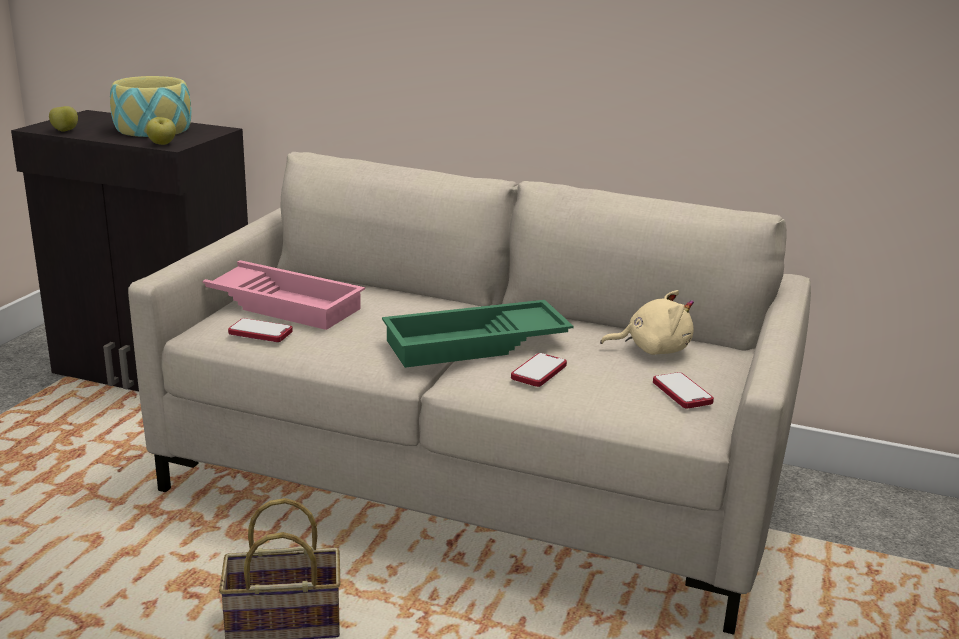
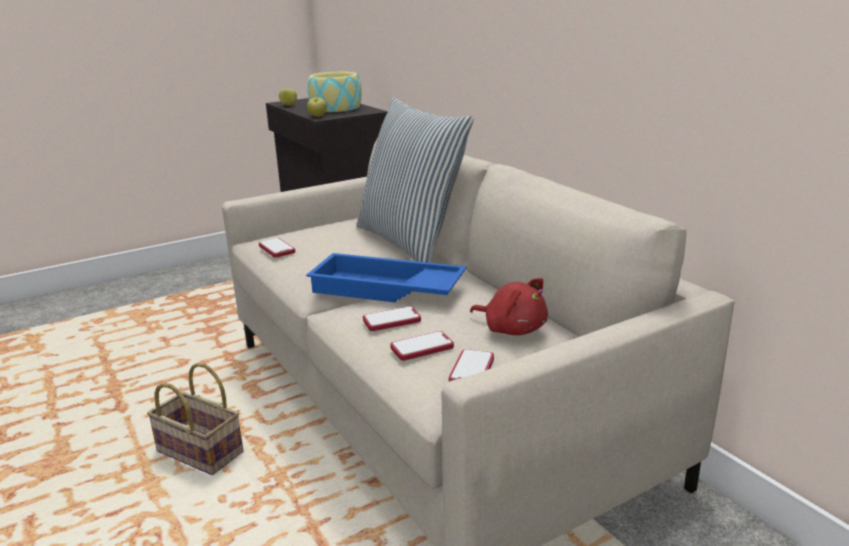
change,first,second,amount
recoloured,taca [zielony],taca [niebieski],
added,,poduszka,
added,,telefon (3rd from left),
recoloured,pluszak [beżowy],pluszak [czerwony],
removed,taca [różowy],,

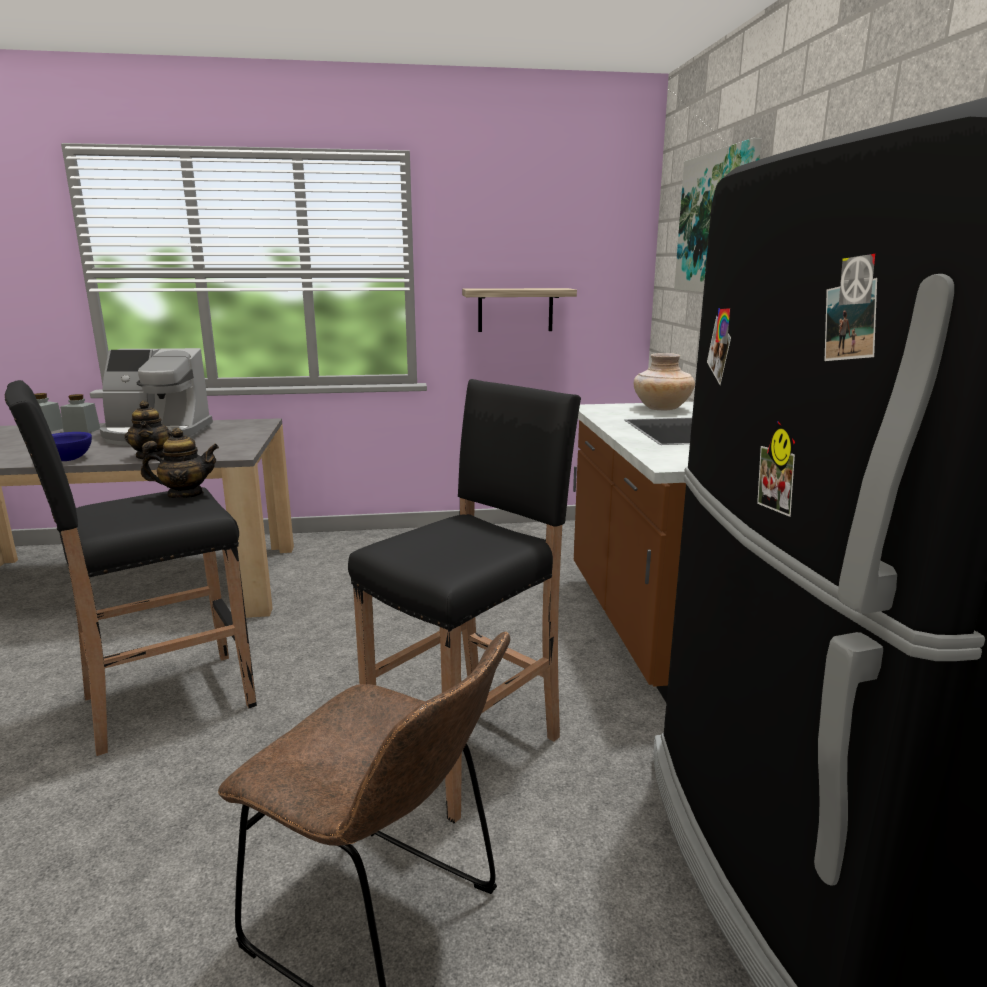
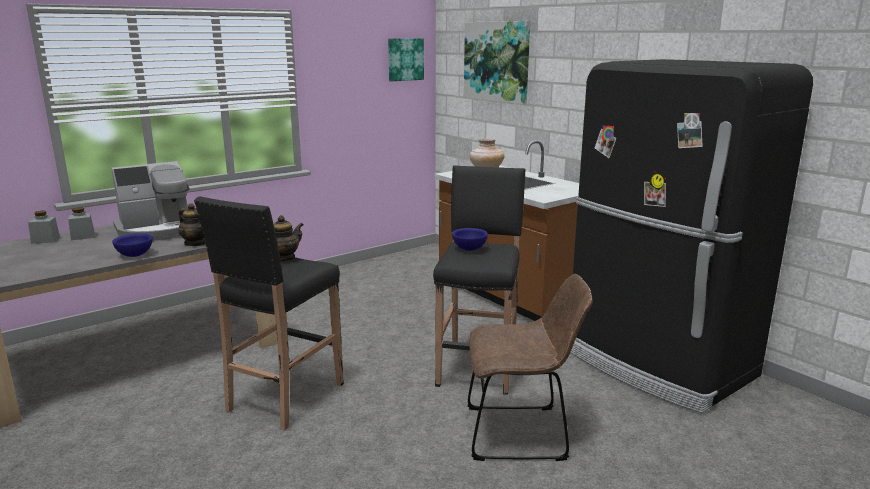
change,first,second,amount
added,,obraz (1st from left),
added,,miska [niebieski] (2nd from left),
removed,półka,,

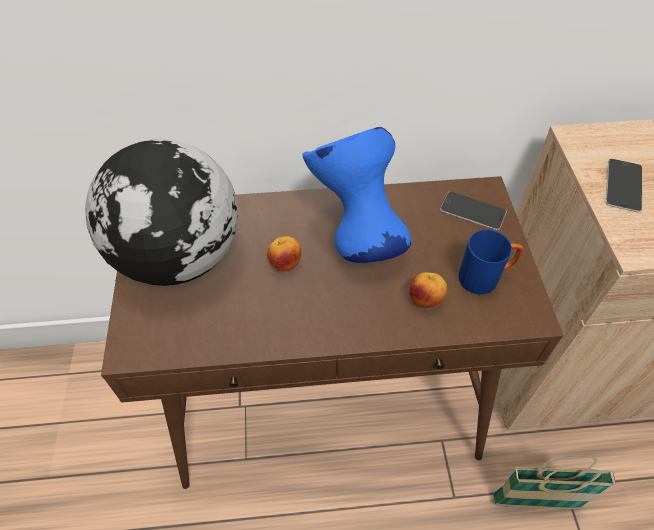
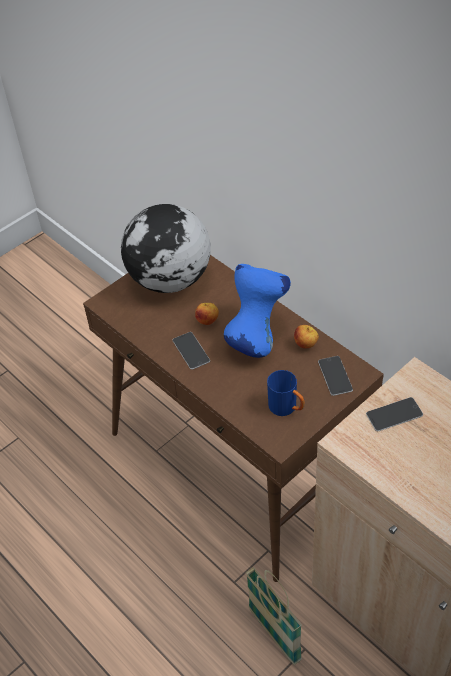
change,first,second,amount
added,,telefon (1st from left),
moved,jabłko (2nd from left),,

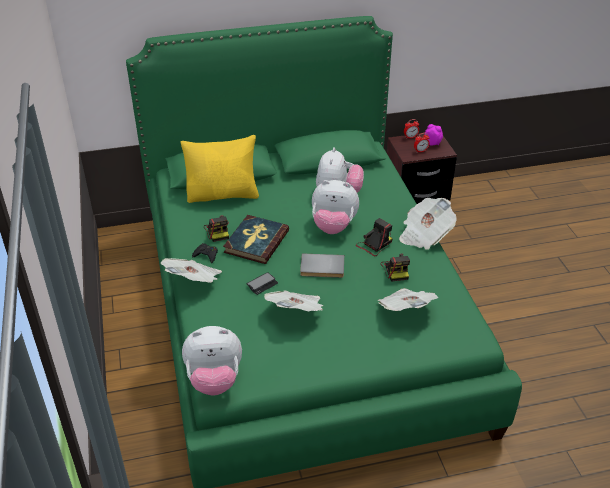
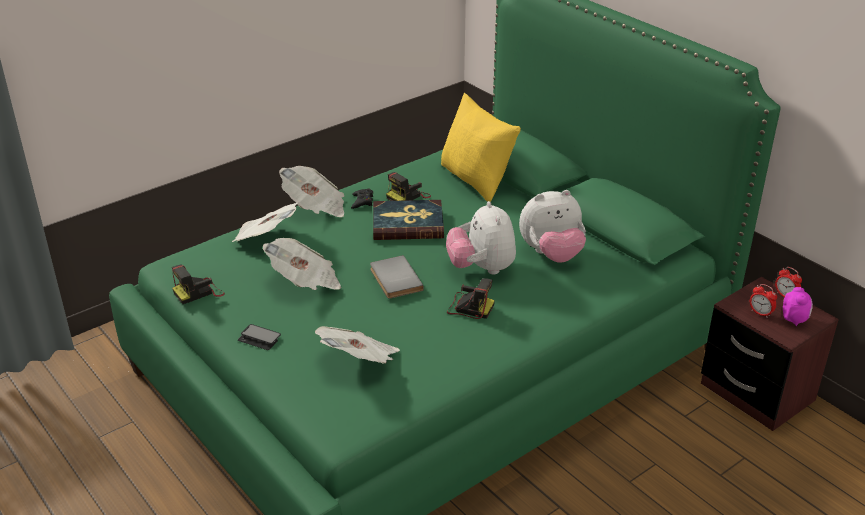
change,first,second,amount
moved,aparat fotograficzny (3rd from left in the first image),aparat fotograficzny (1st from left),
moved,gazeta (4th from left in the first image),gazeta (1st from left),
moved,telefon,,
removed,pluszak (1st from left),,

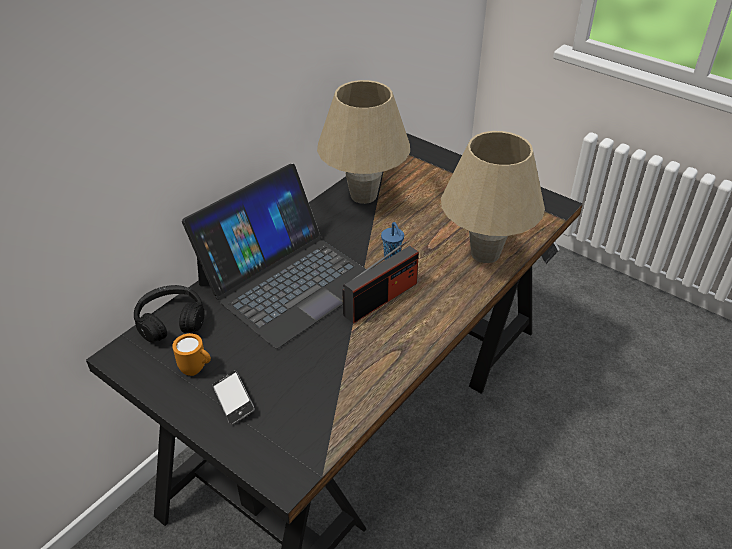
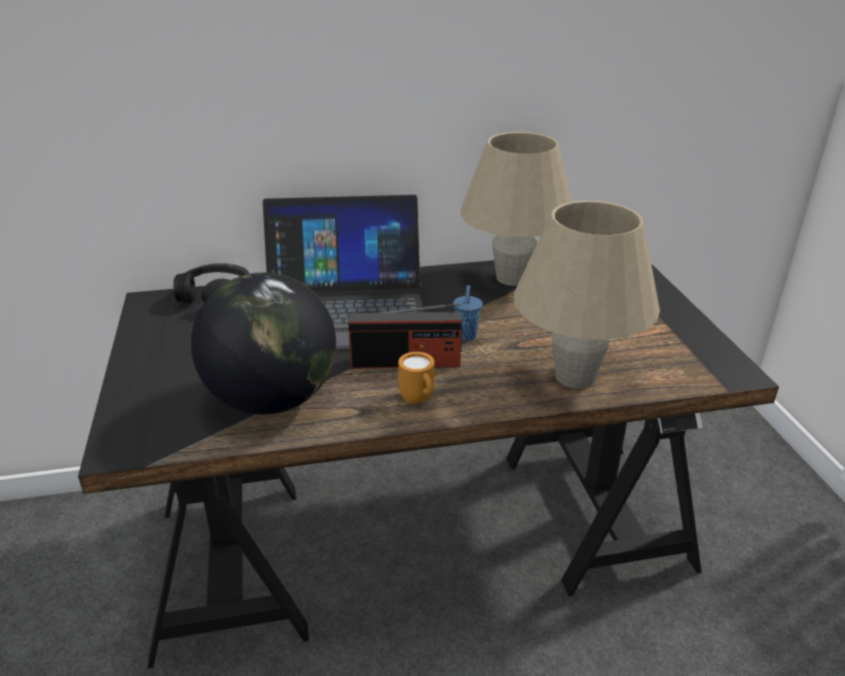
change,first,second,amount
added,,globus,
moved,kubek [pomarańczowy],,
removed,telefon,,

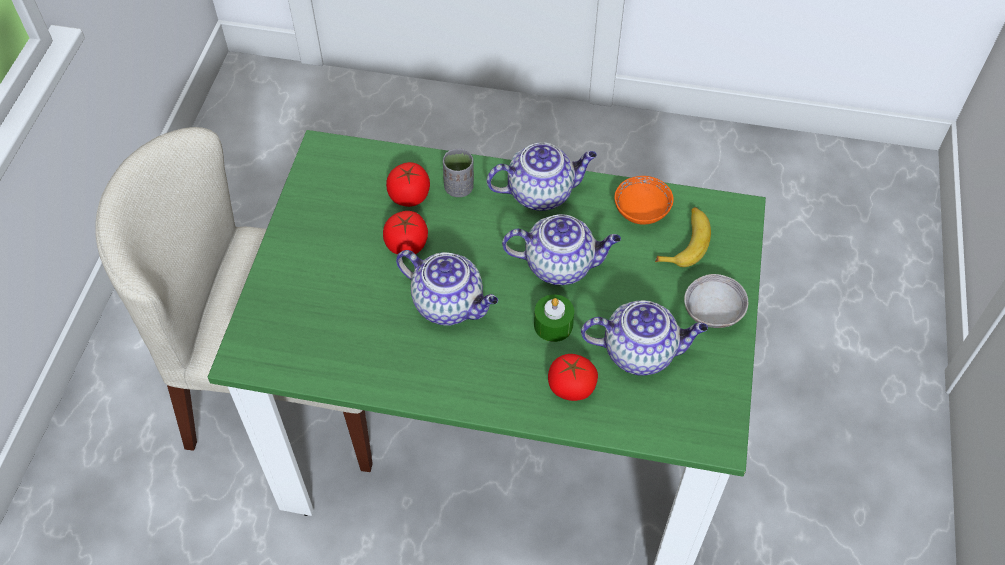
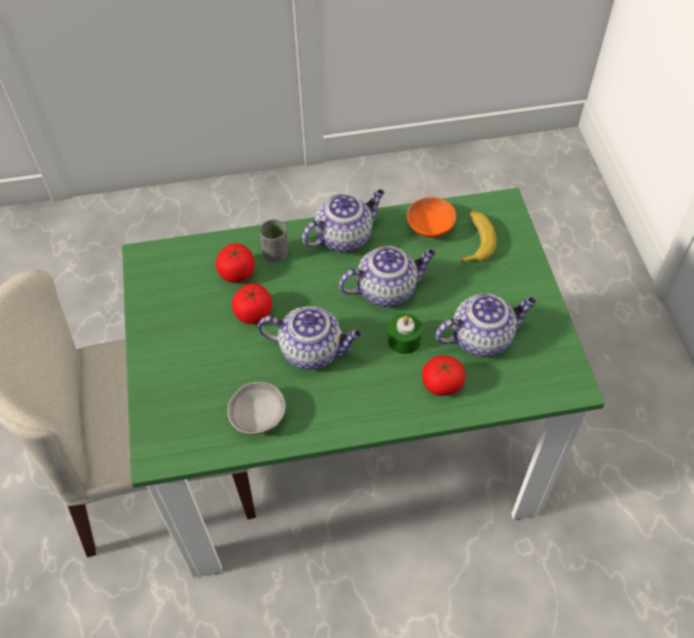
change,first,second,amount
moved,miska [szary],,

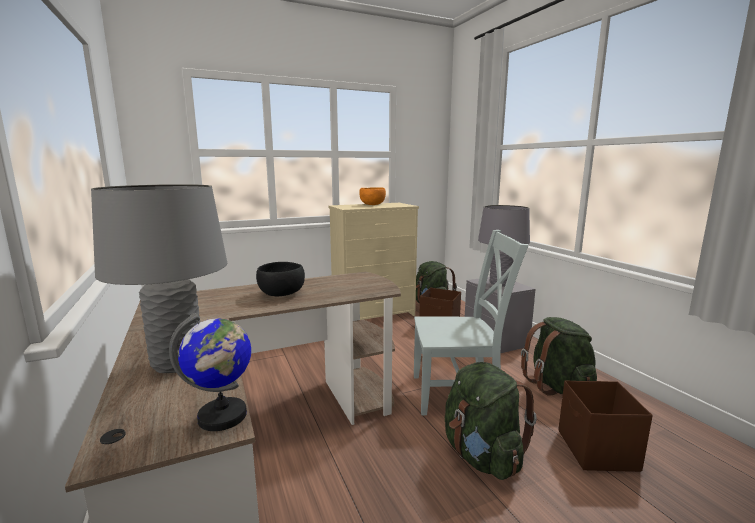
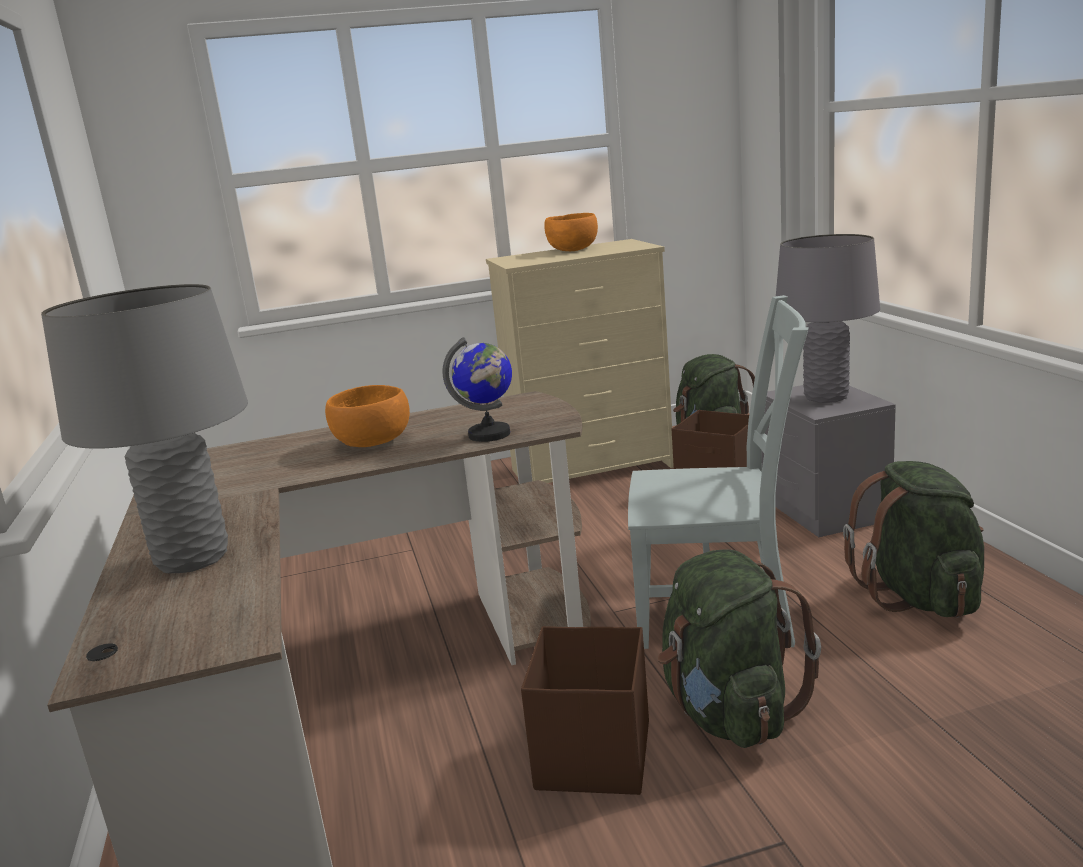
change,first,second,amount
recoloured,miska [czarny],miska [pomarańczowy] (1st from left),
moved,globus,,
moved,pojemnik do przechowywania [brązowy] (2nd from left in the first image),pojemnik do przechowywania [brązowy] (1st from left),

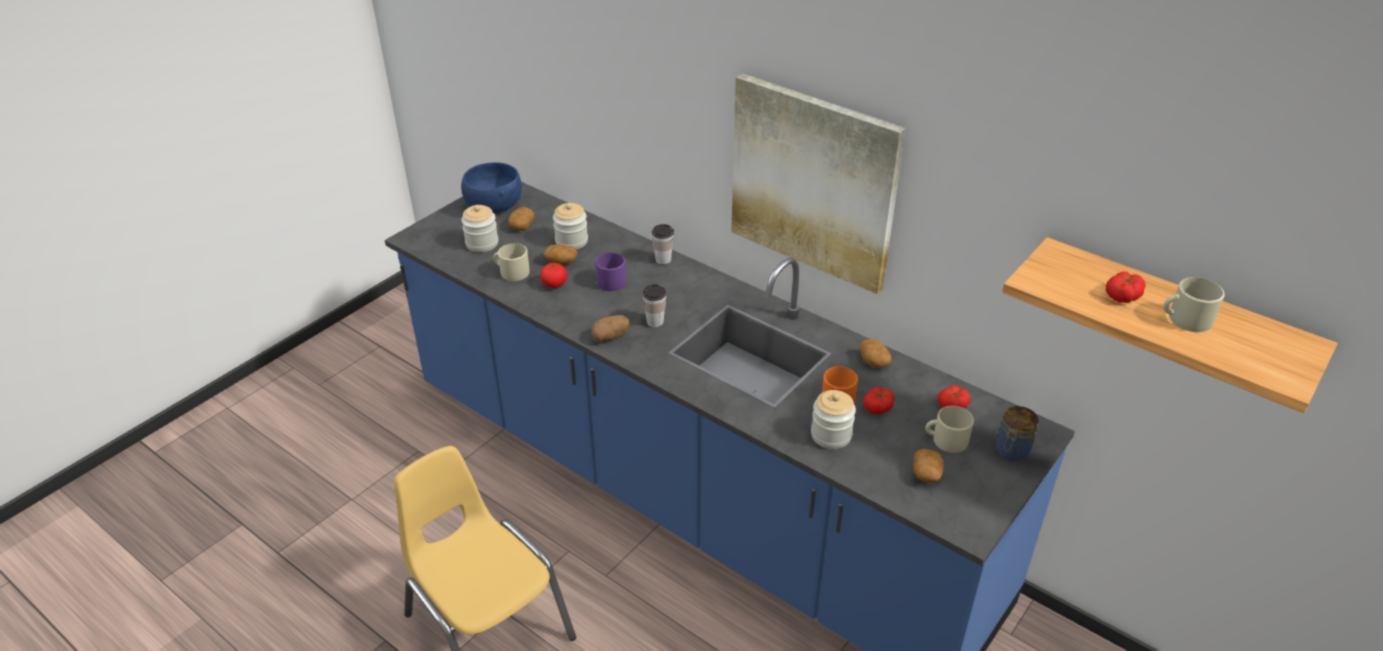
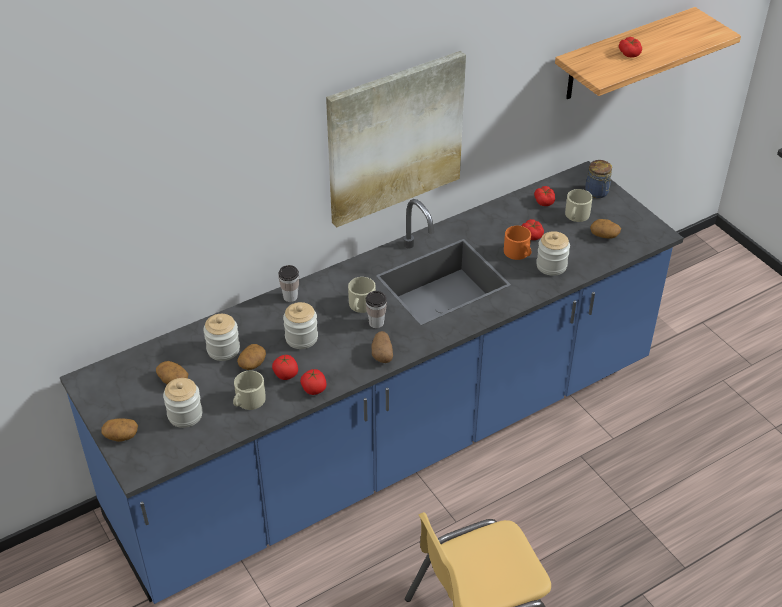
change,first,second,amount
moved,ziemniak (4th from left in the first image),ziemniak (1st from left),
replaced,kubek [fioletowy],słoik (3rd from left),
added,,pomidor (2nd from left),
moved,kubek [beżowy] (3rd from left in the first image),kubek [beżowy] (2nd from left),
removed,miska [niebieski],,

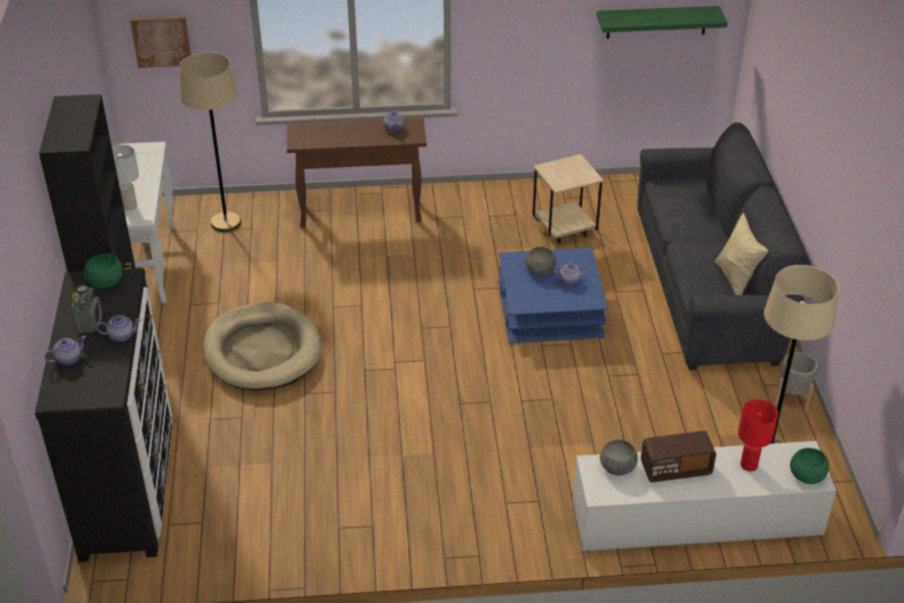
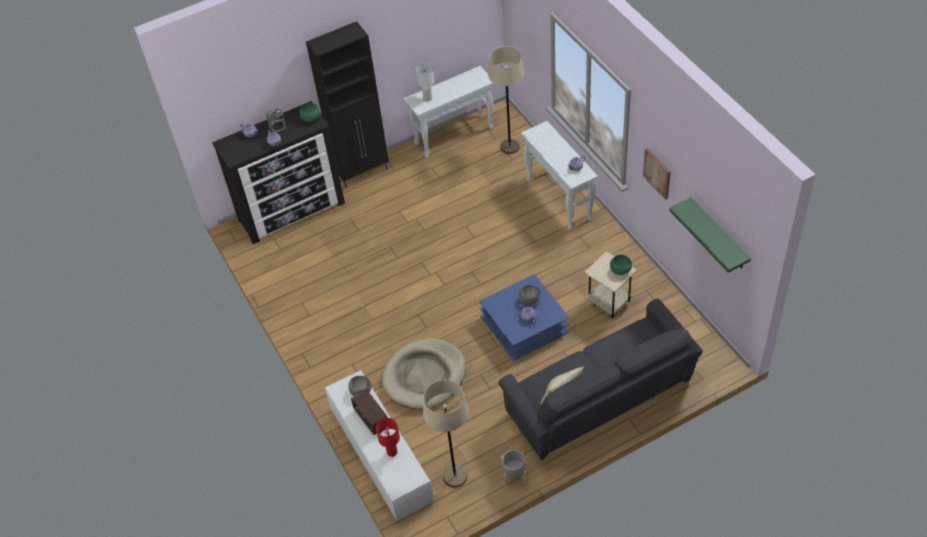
change,first,second,amount
moved,legowisko [beżowy],,
recoloured,stolik konsolowy [brązowy],stolik konsolowy [biały] (2nd from left),
moved,miska [zielony] (2nd from left),,
moved,obraz,,

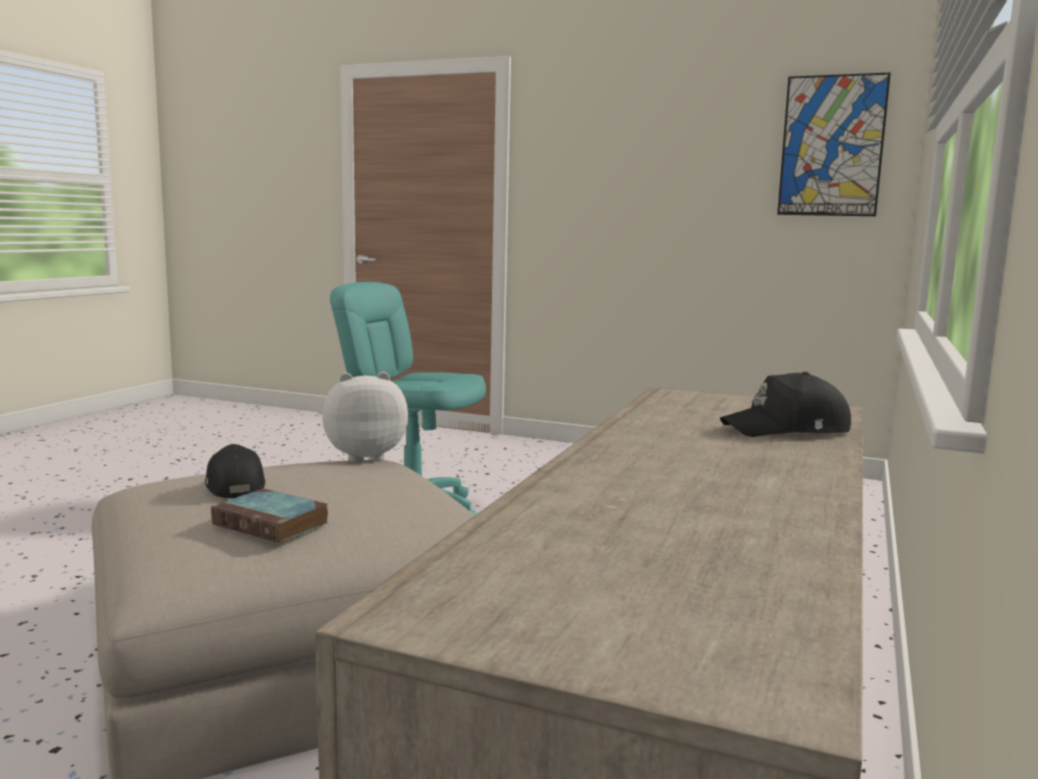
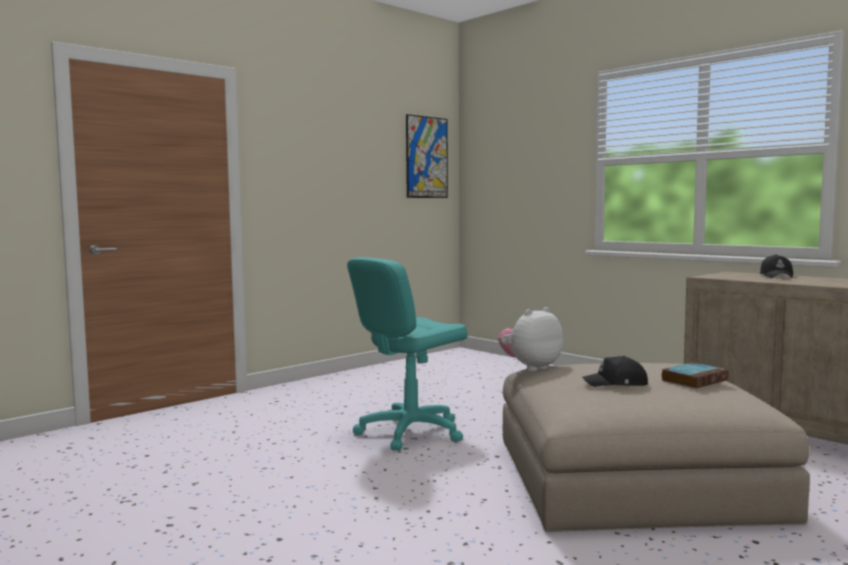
change,first,second,amount
turned,pluszak,,45 degrees clockwise

